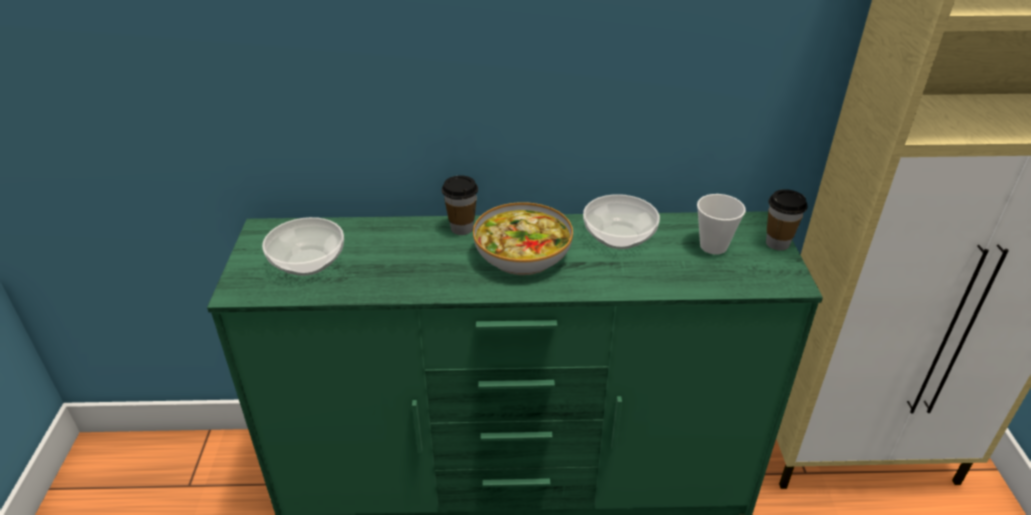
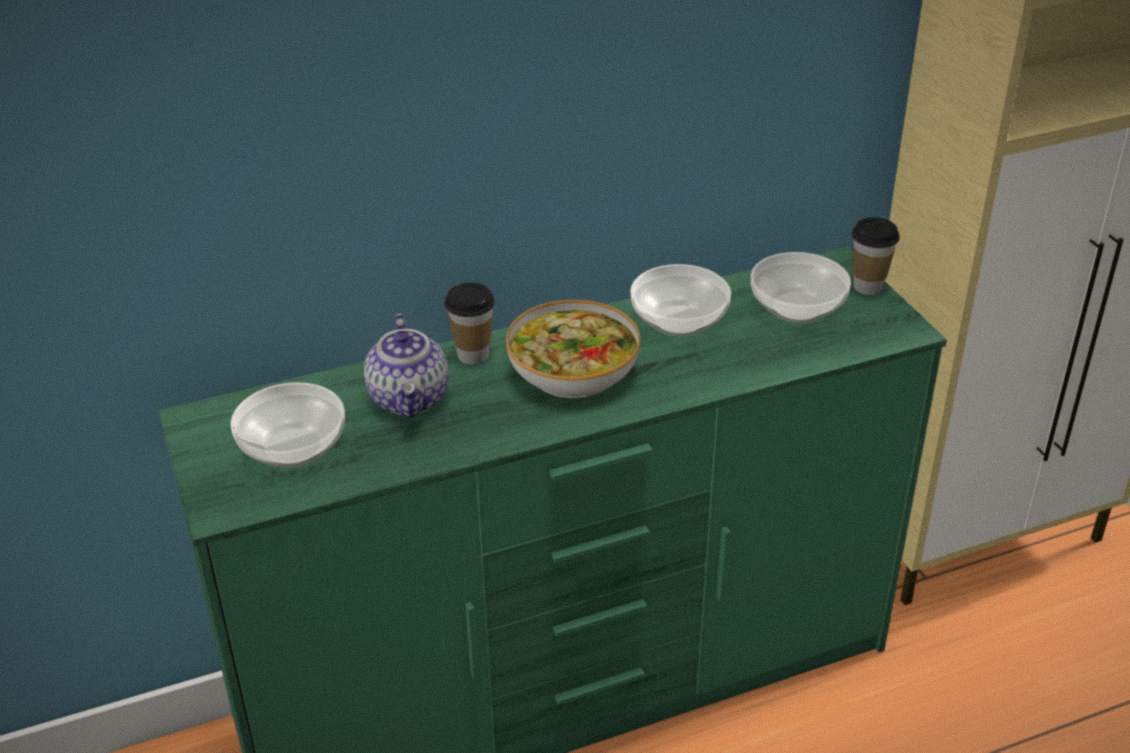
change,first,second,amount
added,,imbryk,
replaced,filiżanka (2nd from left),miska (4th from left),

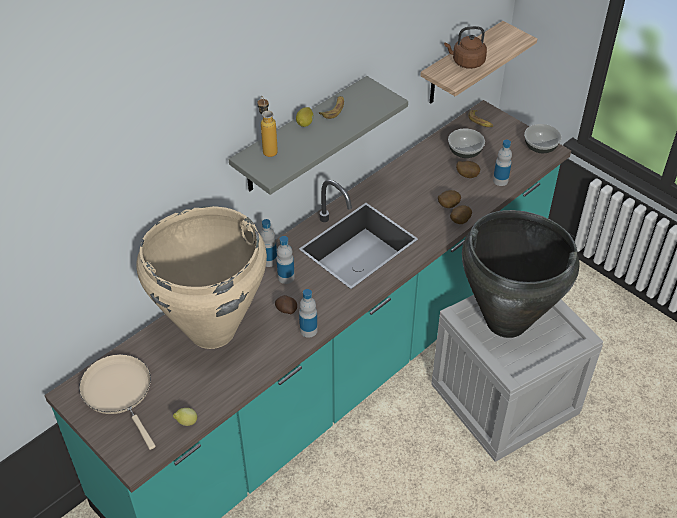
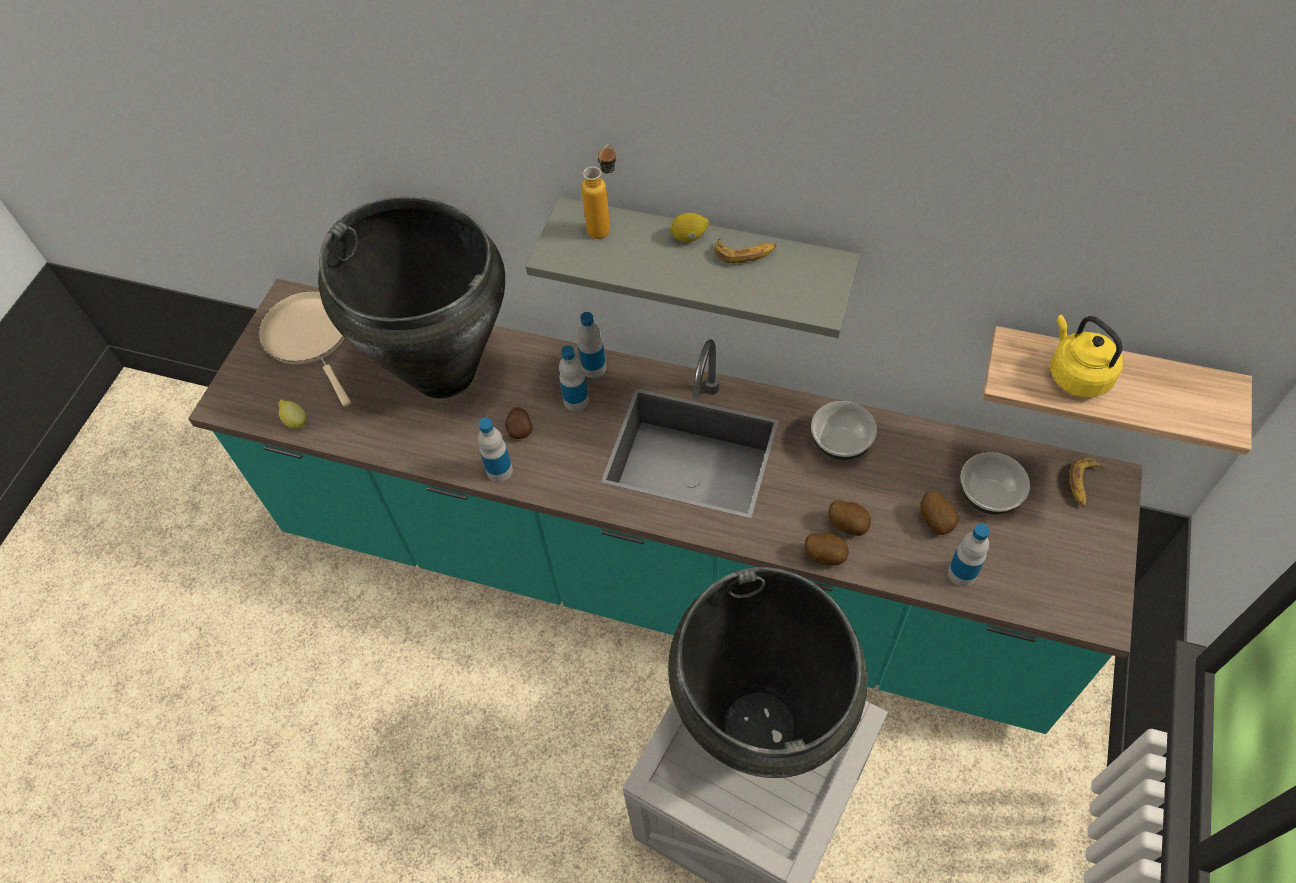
change,first,second,amount
turned,patelnia [beżowy],,60 degrees counterclockwise
recoloured,wazon [beżowy],wazon [czarny] (1st from left),
moved,miska (2nd from left in the first image),miska (1st from left),
recoloured,czajnik [brązowy],czajnik [żółty],

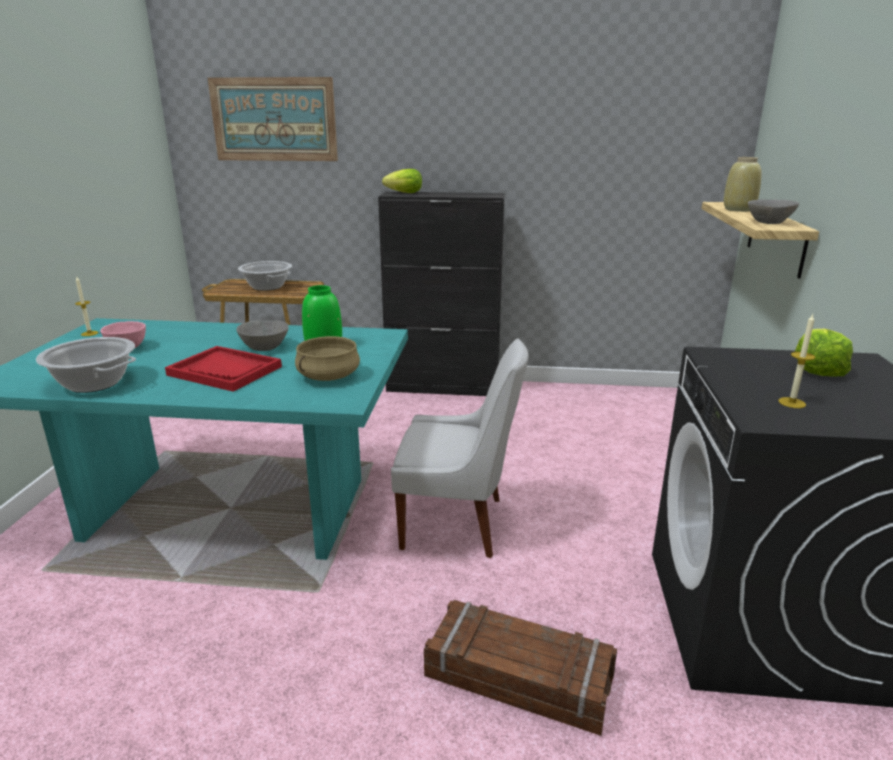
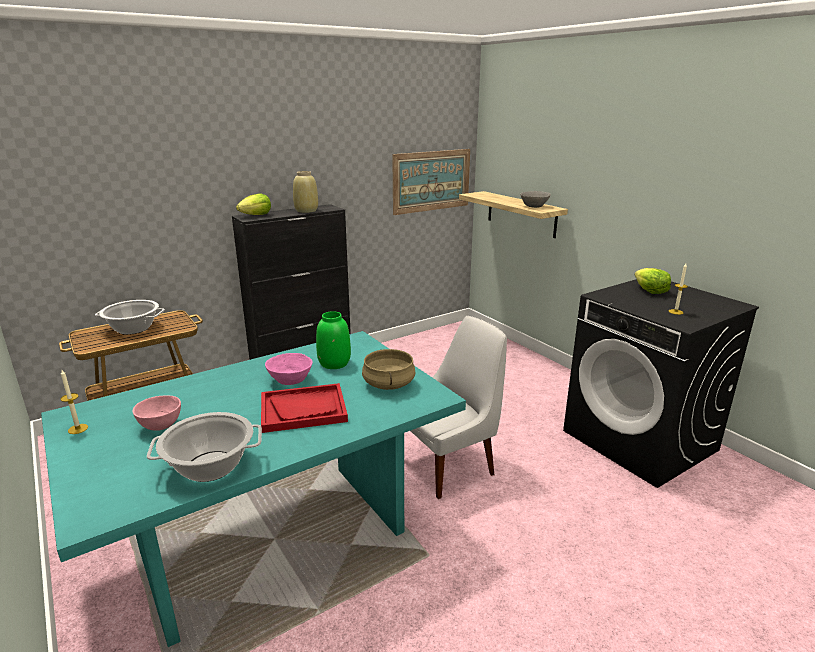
change,first,second,amount
recoloured,miska [szary] (1st from left),miska [różowy] (2nd from left),
moved,wazon [beżowy],,
moved,obraz,,
removed,skrzynka,,

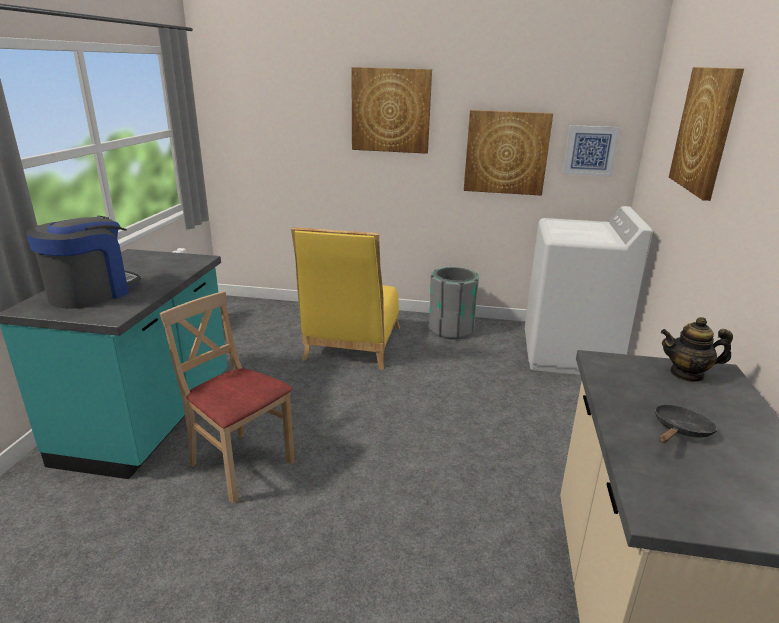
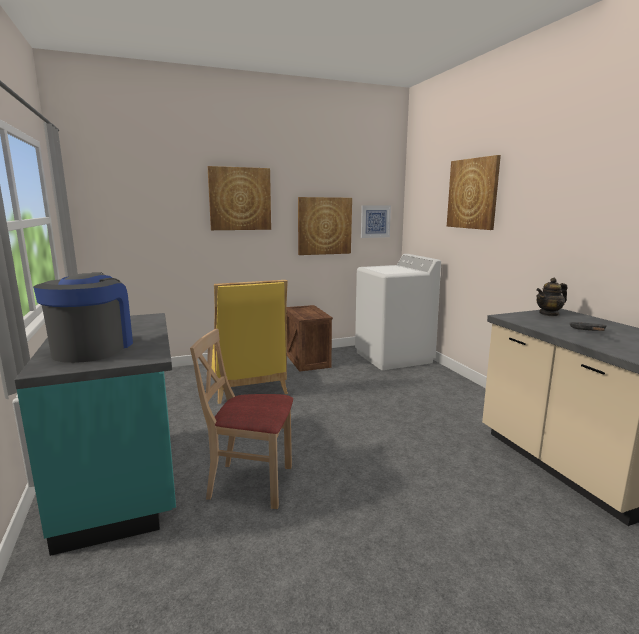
change,first,second,amount
replaced,kosz na śmieci [szary],skrzynka,

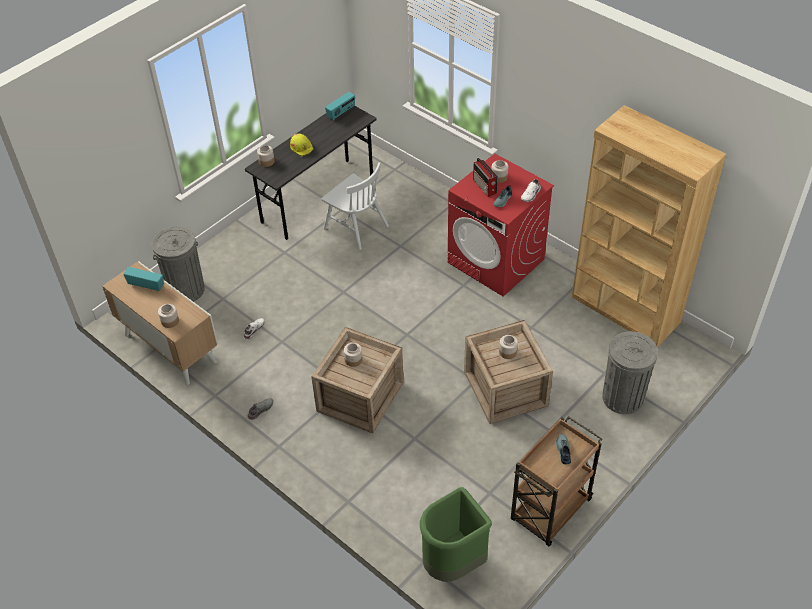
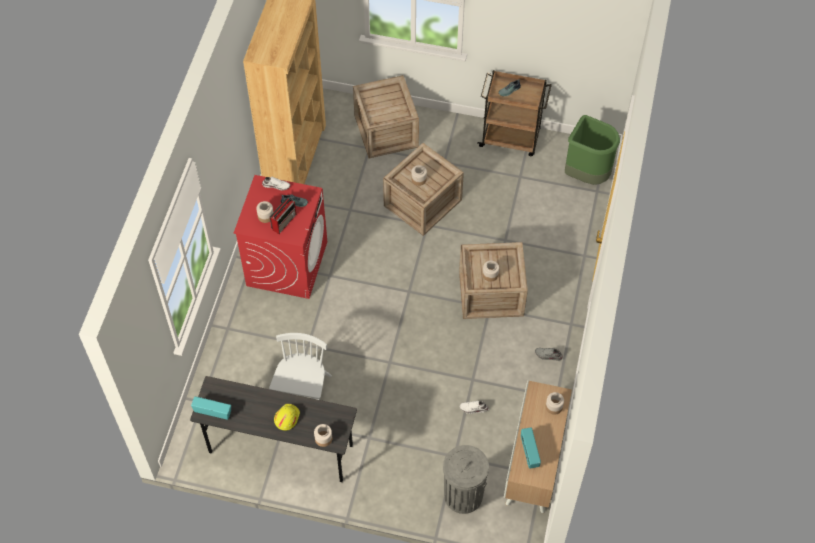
change,first,second,amount
replaced,kosz na śmieci [szary] (2nd from left),skrzynka (1st from left),

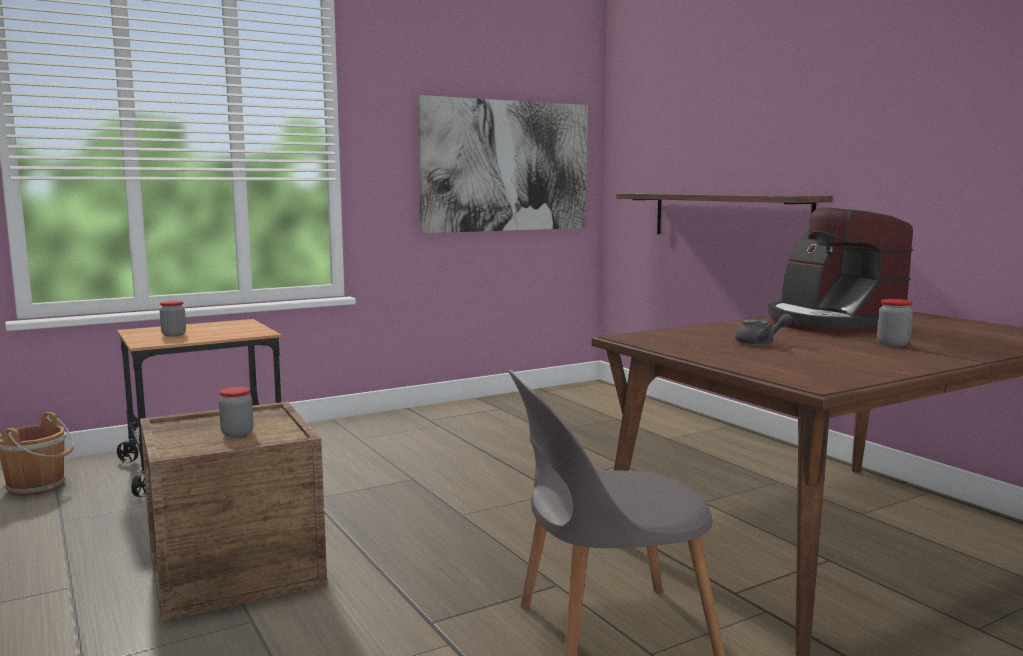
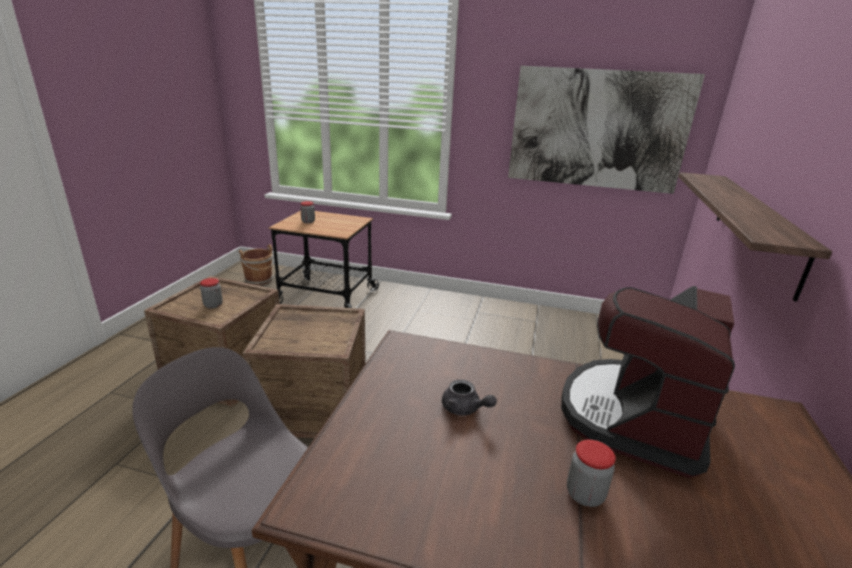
change,first,second,amount
added,,skrzynka (2nd from left),

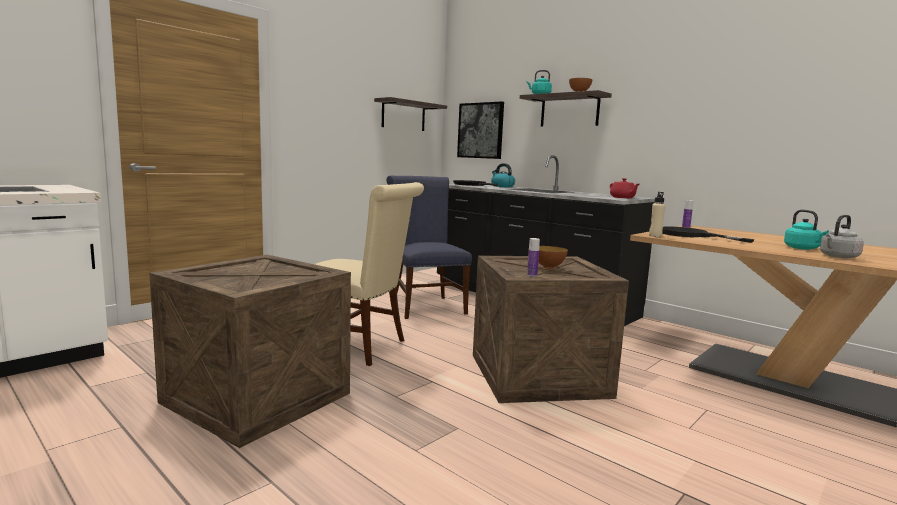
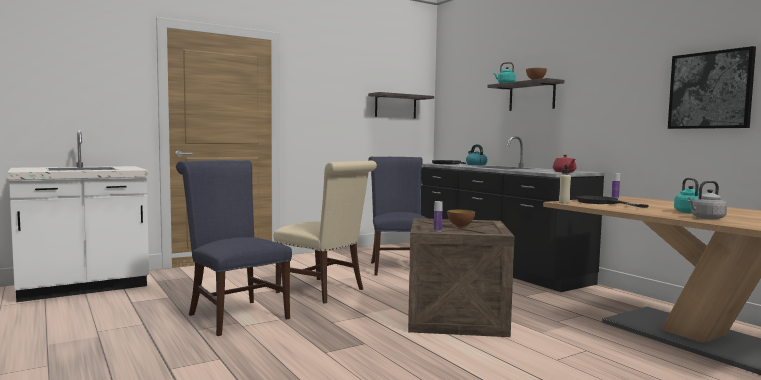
change,first,second,amount
replaced,skrzynka (1st from left),krzesło [niebieski] (1st from left),
moved,obraz,,

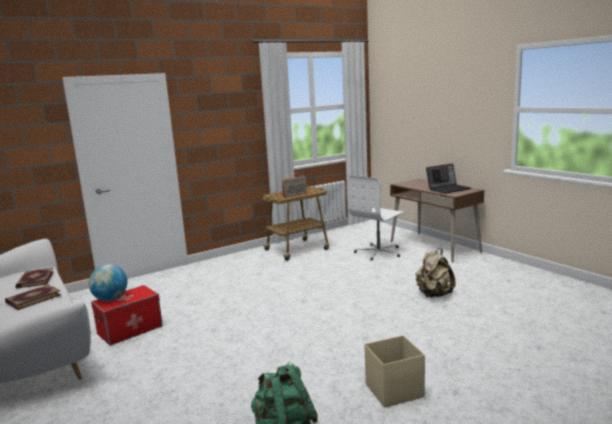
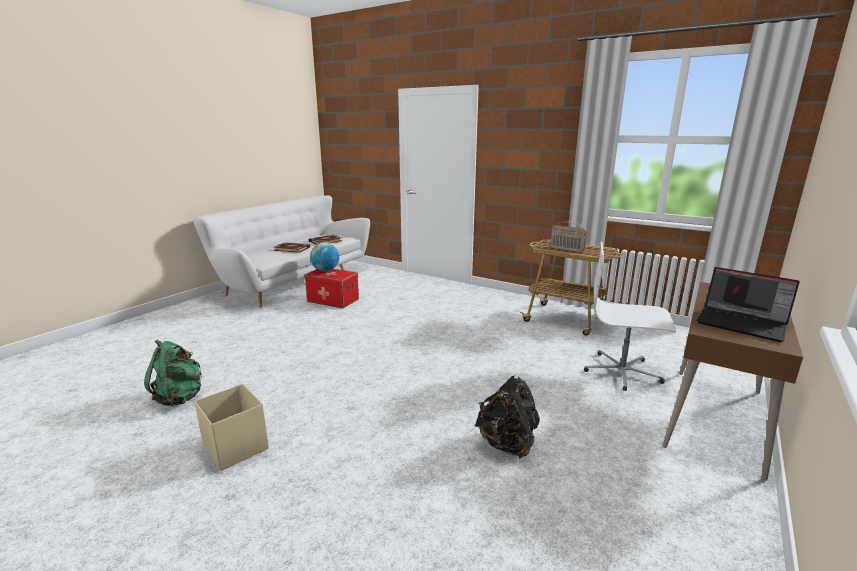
change,first,second,amount
recoloured,plecak [beżowy],plecak [czarny],

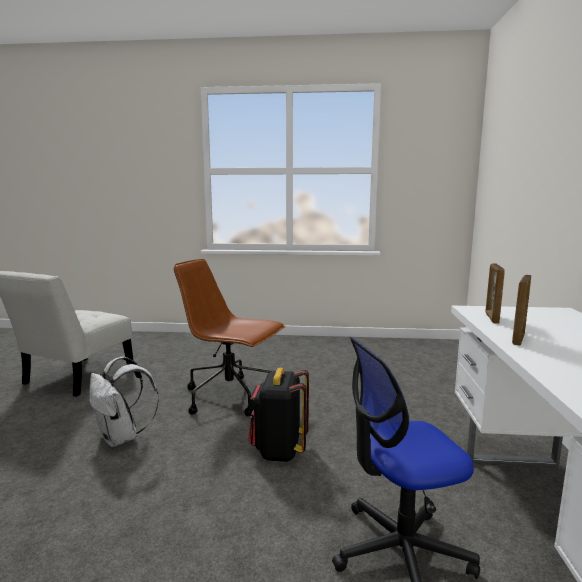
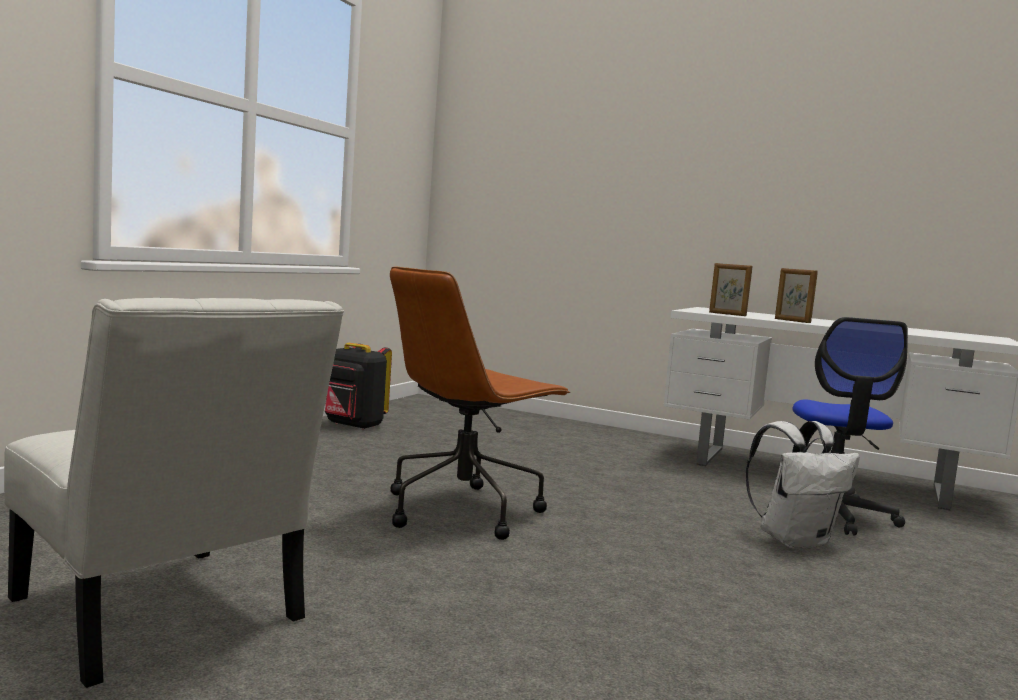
change,first,second,amount
moved,plecak [czarny],,
moved,plecak [biały],,

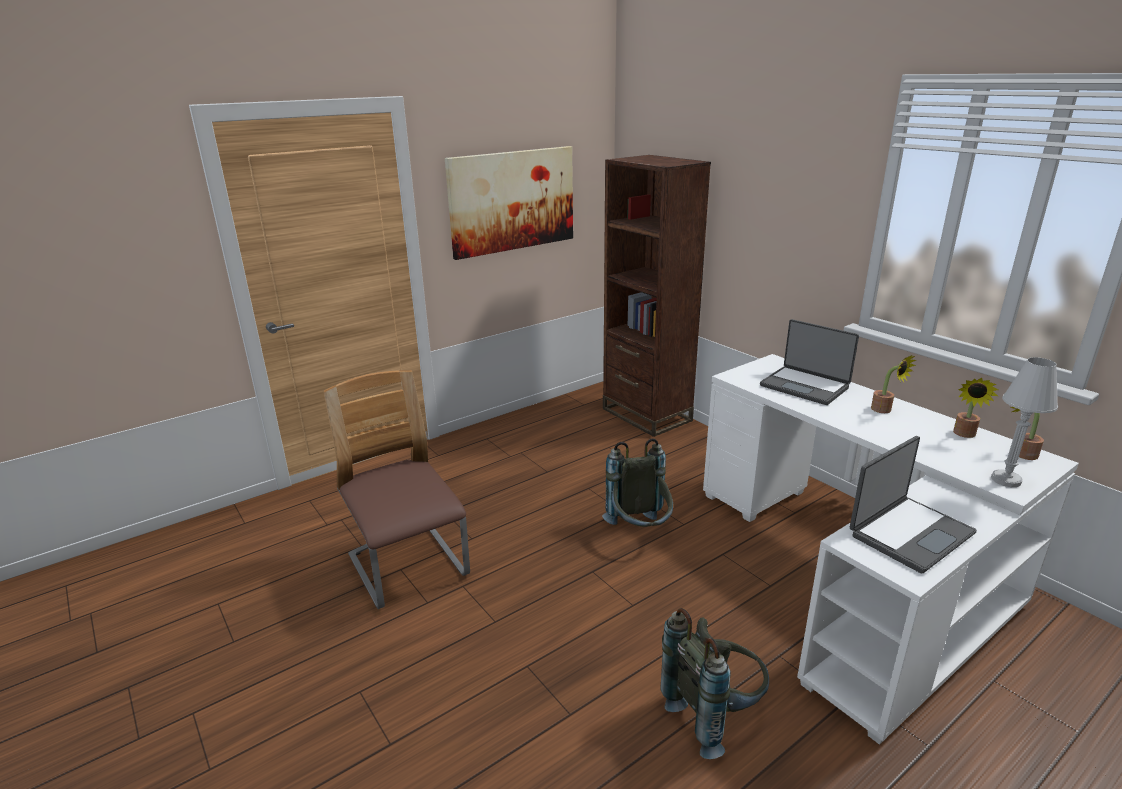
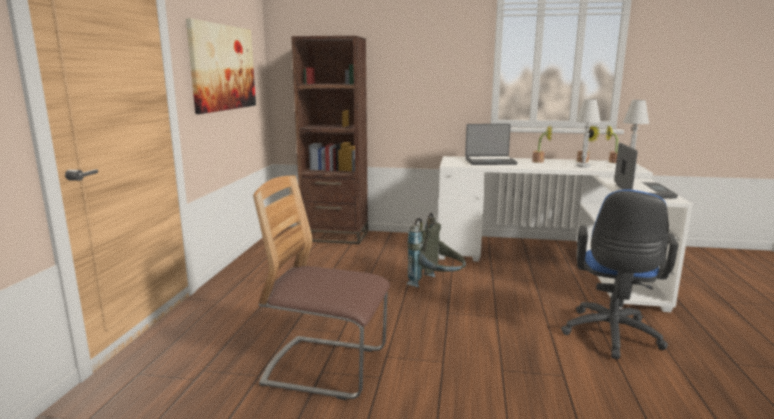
change,first,second,amount
replaced,plecak [szary] (2nd from left),krzesło biurowe [niebieski],
added,,lampa stołowa [biały] (1st from left),

